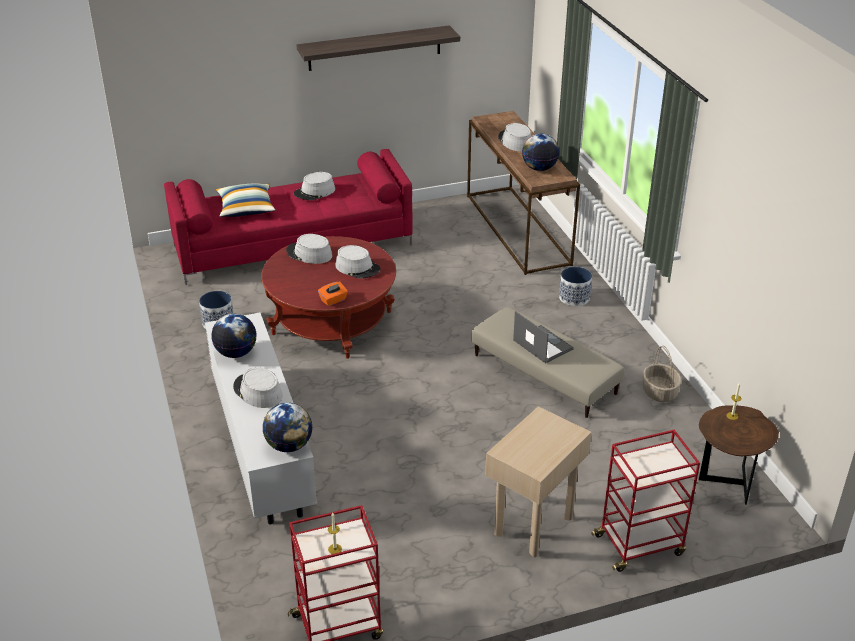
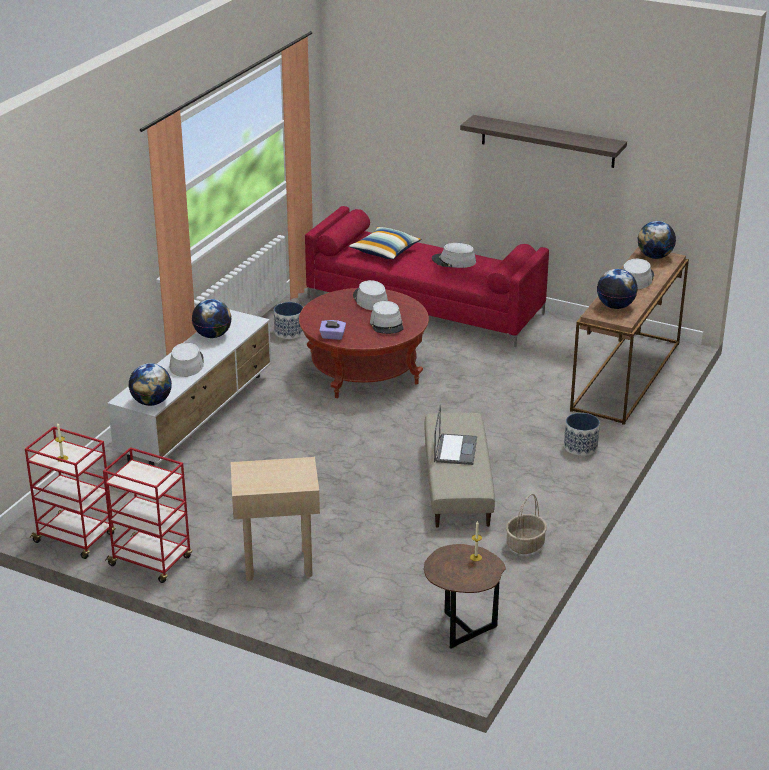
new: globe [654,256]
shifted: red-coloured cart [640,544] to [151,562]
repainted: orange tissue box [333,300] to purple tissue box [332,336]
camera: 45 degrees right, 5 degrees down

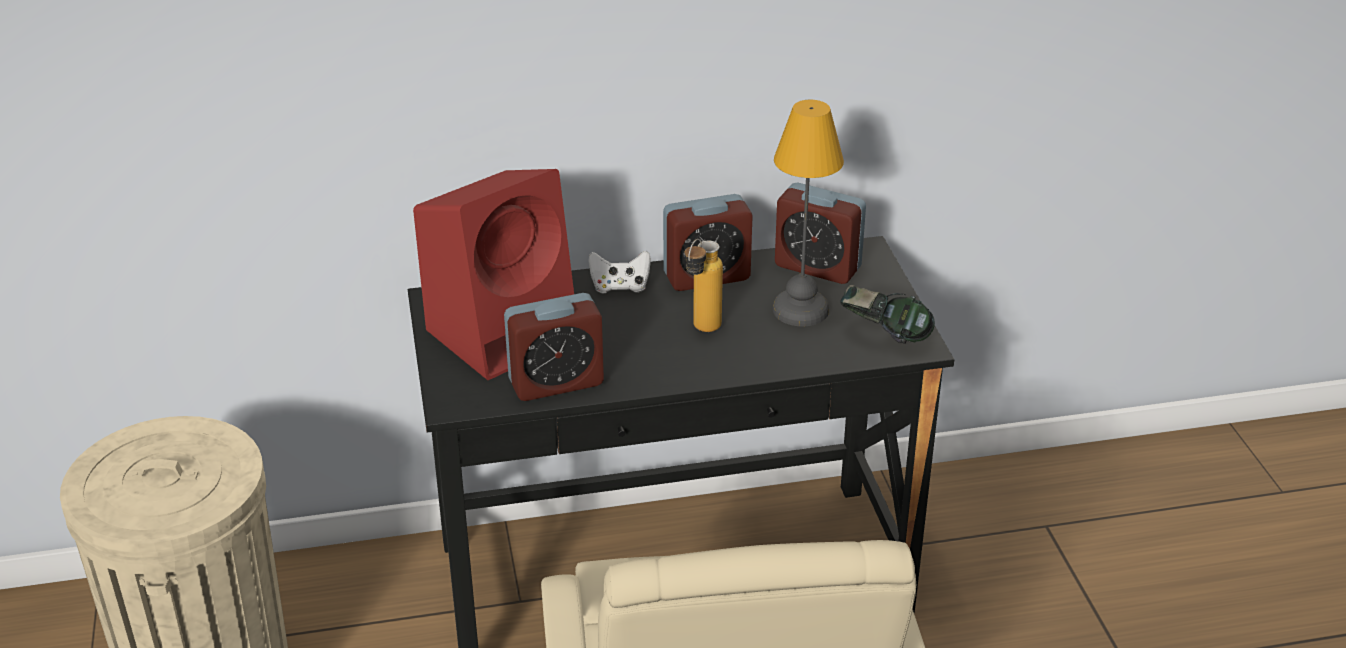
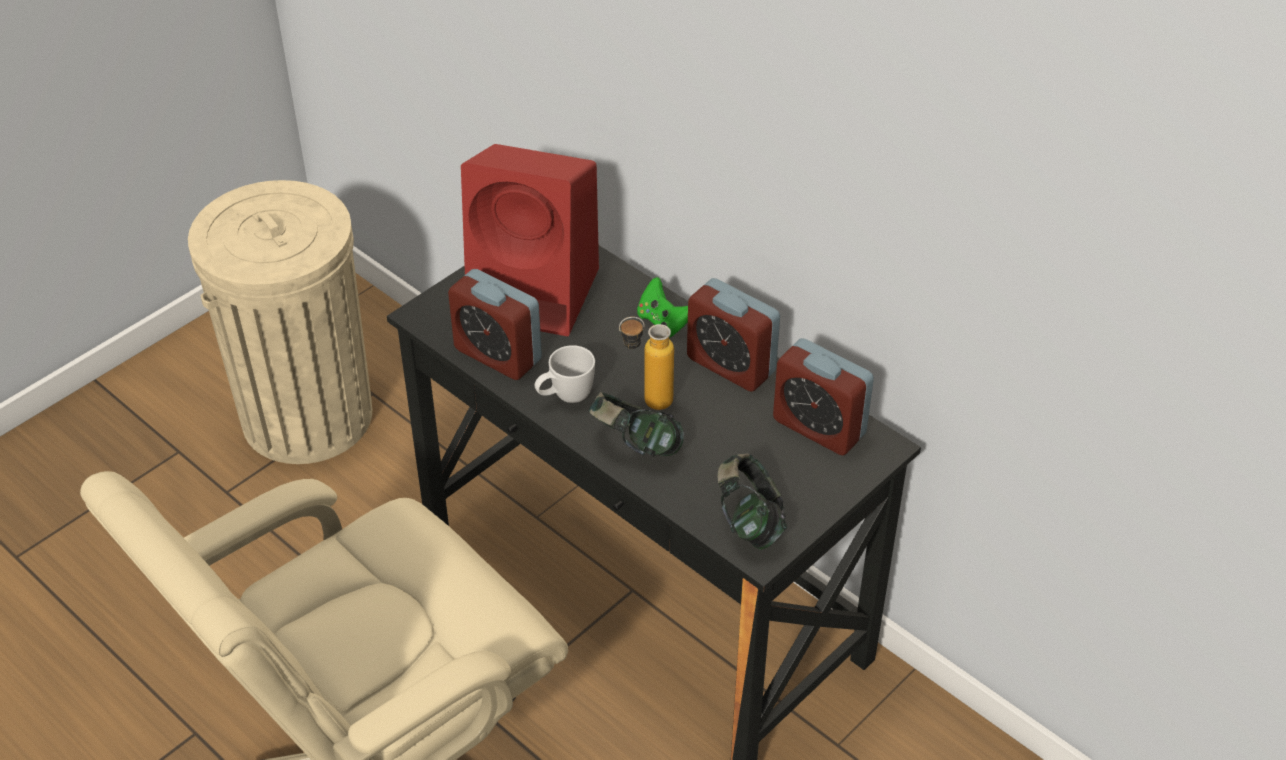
gone: tabletop lamp [802,310]
new: white-coloured coffee mug [565,397]; headset [635,446]
repainted: white-coloured joypad [620,287] to green joypad [663,322]
rotated: bedside clock [817,267] = [819,427] 45 degrees counterclockwise
camera: 55 degrees right, 10 degrees up

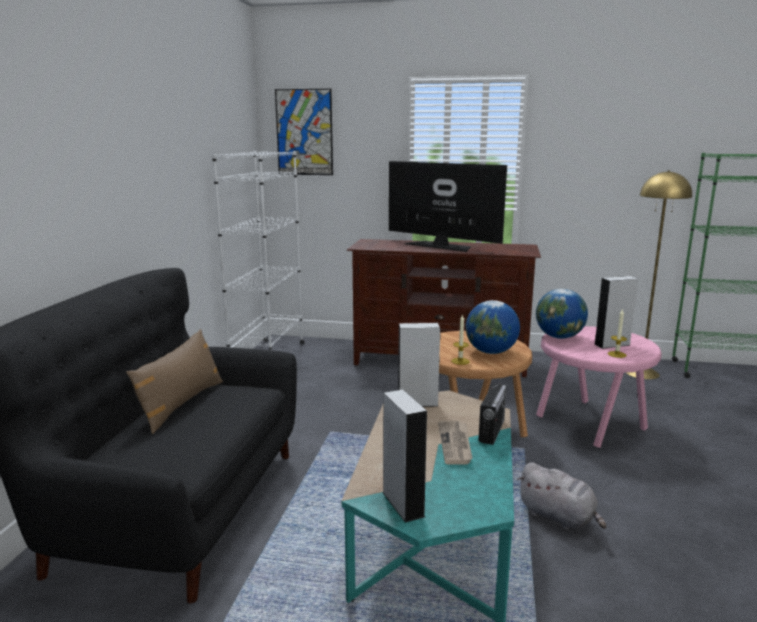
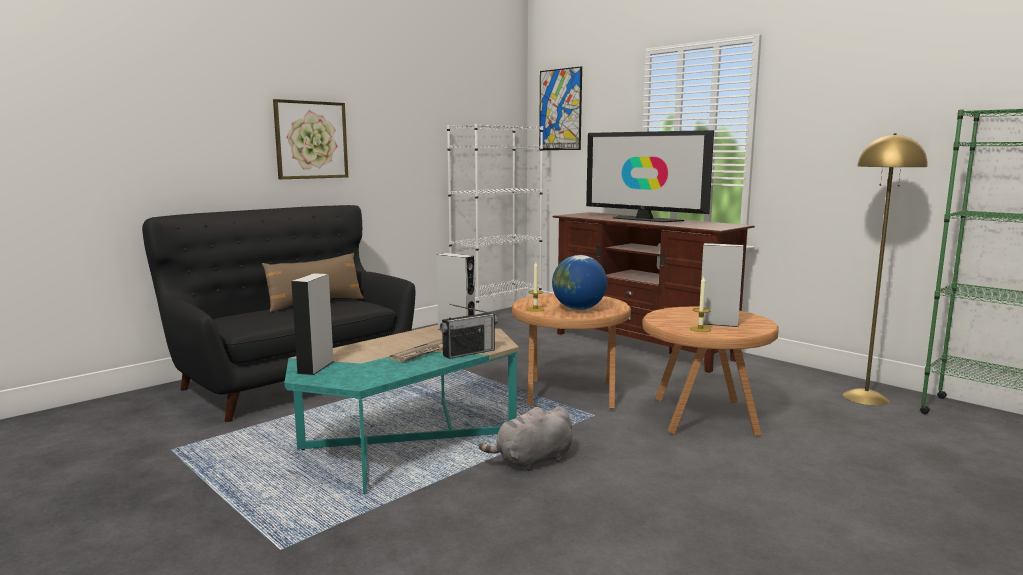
gone: globe [559,337]
new: picture [311,140]
repainted: pink end table [591,424] to brown-coloured end table [703,418]
rotated: grey cuddly toy [559,517] = [531,461] 75 degrees clockwise; television [440,246] = [644,219] 150 degrees clockwise
camera: 35 degrees right, 5 degrees down

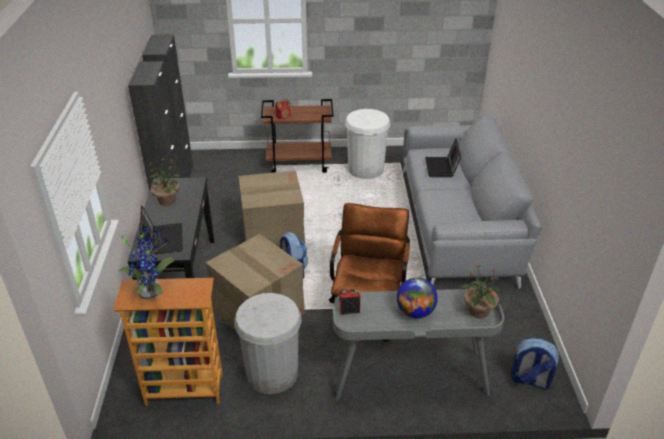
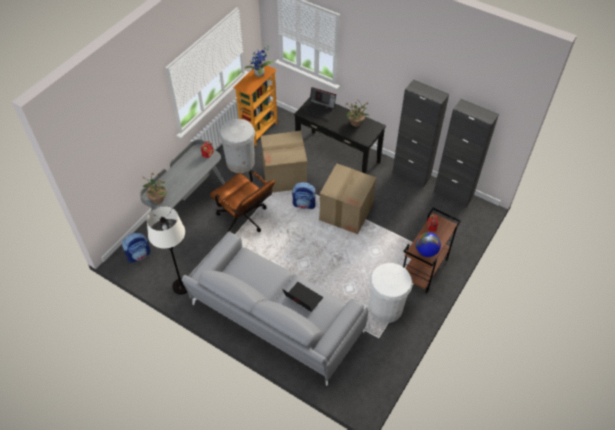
new: white-coloured standing lamp [181,286]
shifted: globe [415,312] to [426,251]
camera: 125 degrees right, 15 degrees up

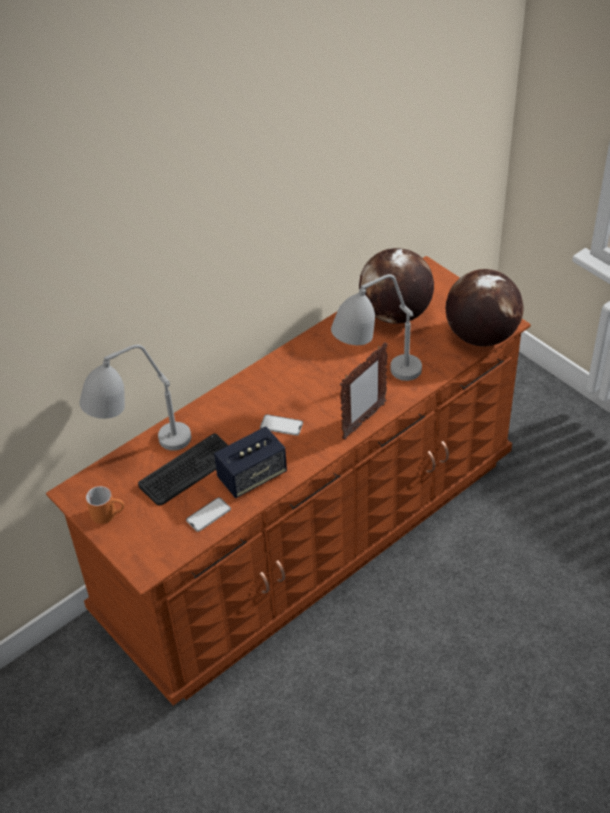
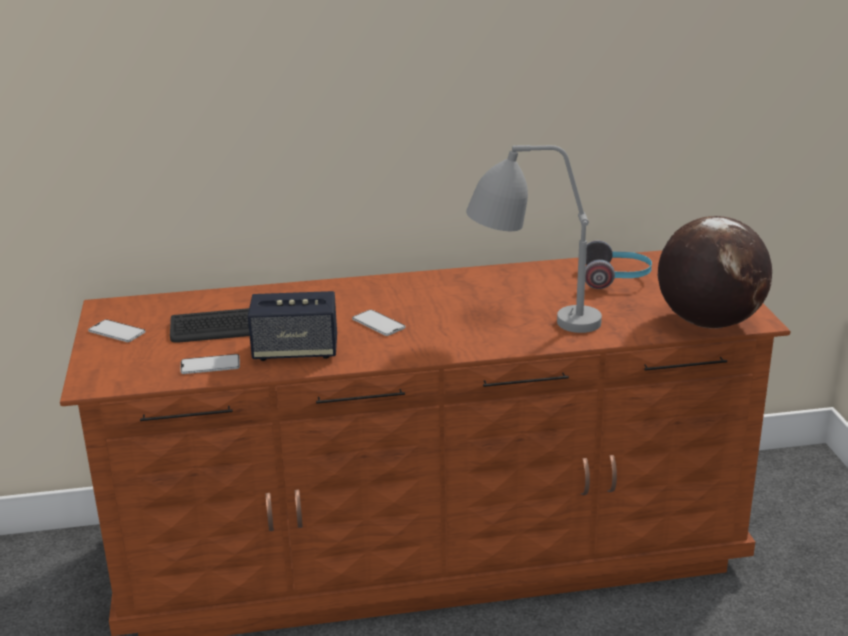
gone: grey tabletop lamp [141,451]; picture frame [363,421]
swapped: orange coffee mug [108,513] to telephone [117,331]; globe [395,314] to headset [616,278]
camera: 30 degrees right, 20 degrees down

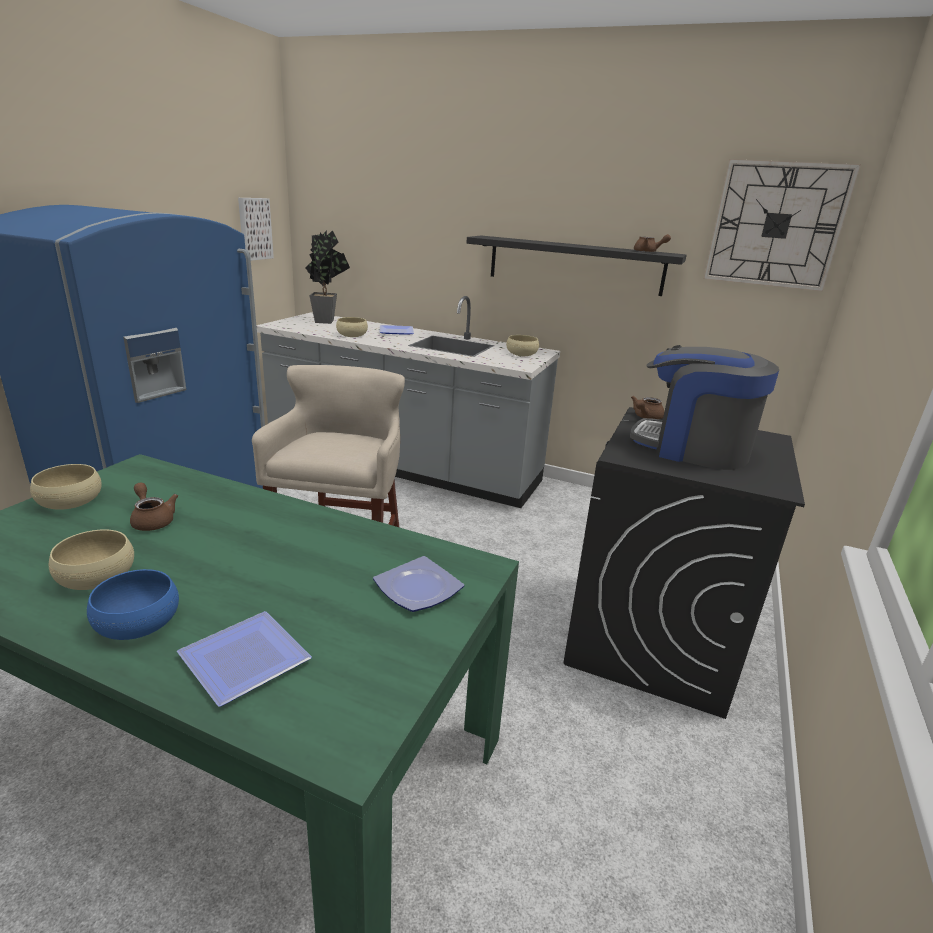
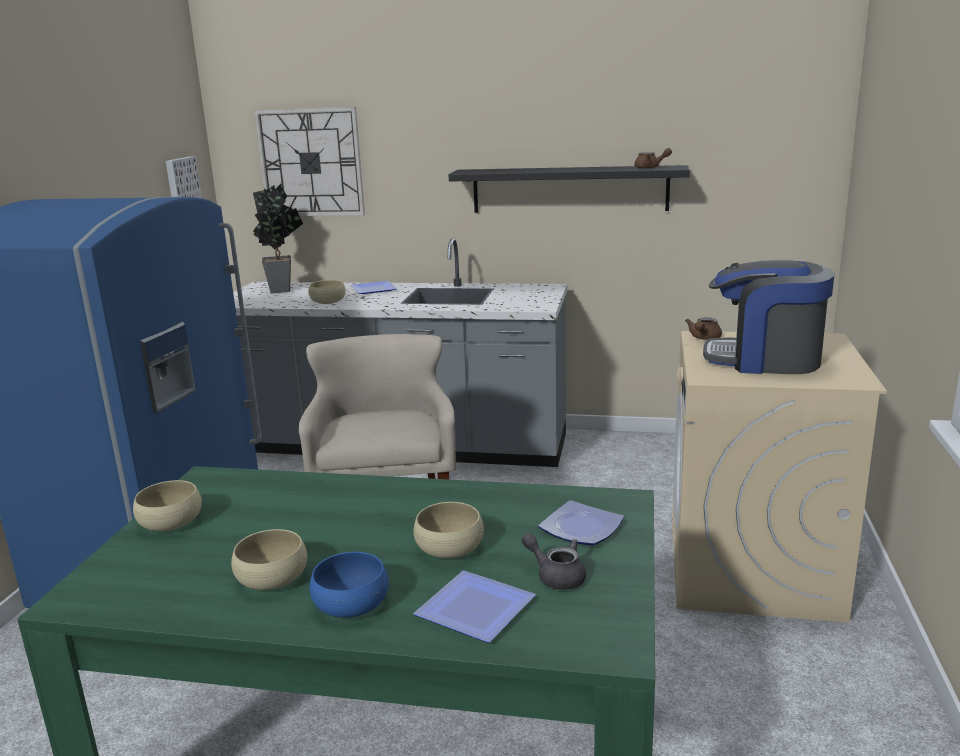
gone: brown-coloured tea pot [152,520]
new: grey tea pot [556,576]
shifted: clock on the wall [776,225] to [311,163]; sand-coloured deep dish [521,354] to [449,547]
repainted: black-coloured washing machine [652,640] to sand-coloured washing machine [752,568]
camera: 10 degrees left, 5 degrees down

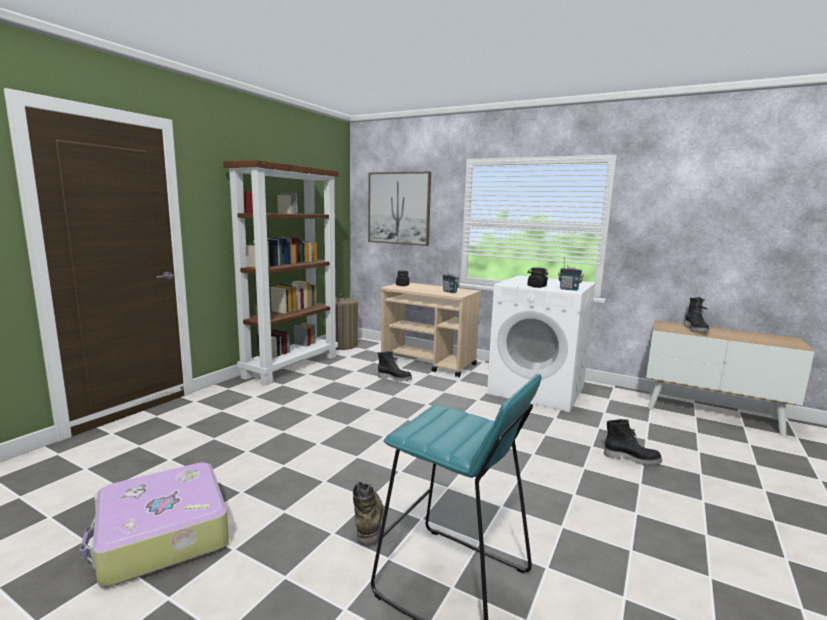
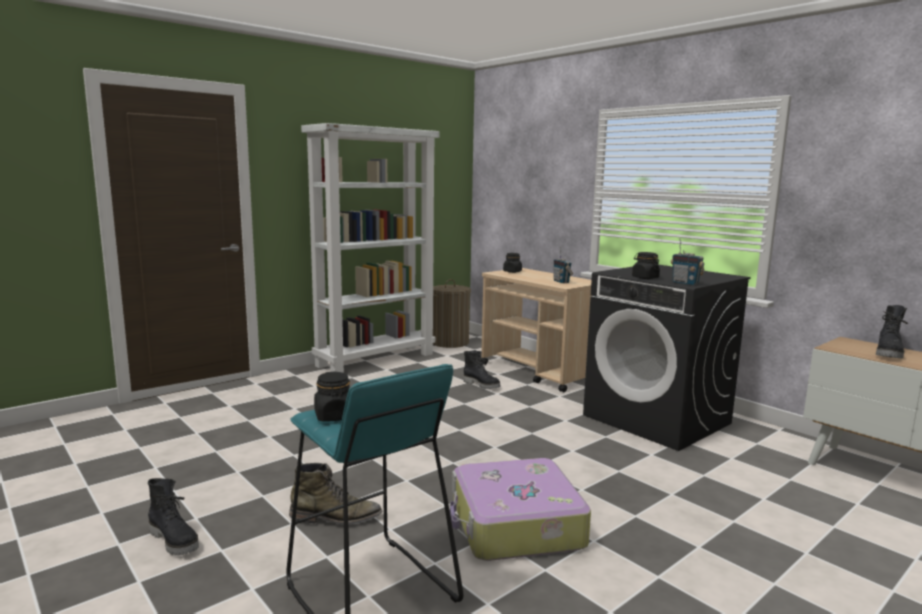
gone: picture [399,208]
new: black-coloured preserve jar [334,416]
shifted: black-coloured tall boot [631,458] to [175,540]; travel case [161,536] to [515,525]
repainted: brown-coloured shelving unit [291,366] to white-coloured shelving unit [376,359]; white-coloured washing machine [537,390] to black-coloured washing machine [657,419]
rotated: green tall boot [367,518] = [336,517] 75 degrees clockwise
camera: 20 degrees right, 0 degrees up

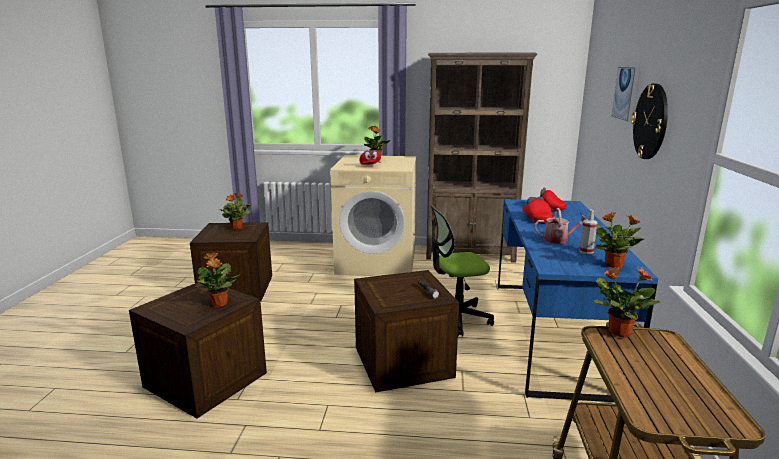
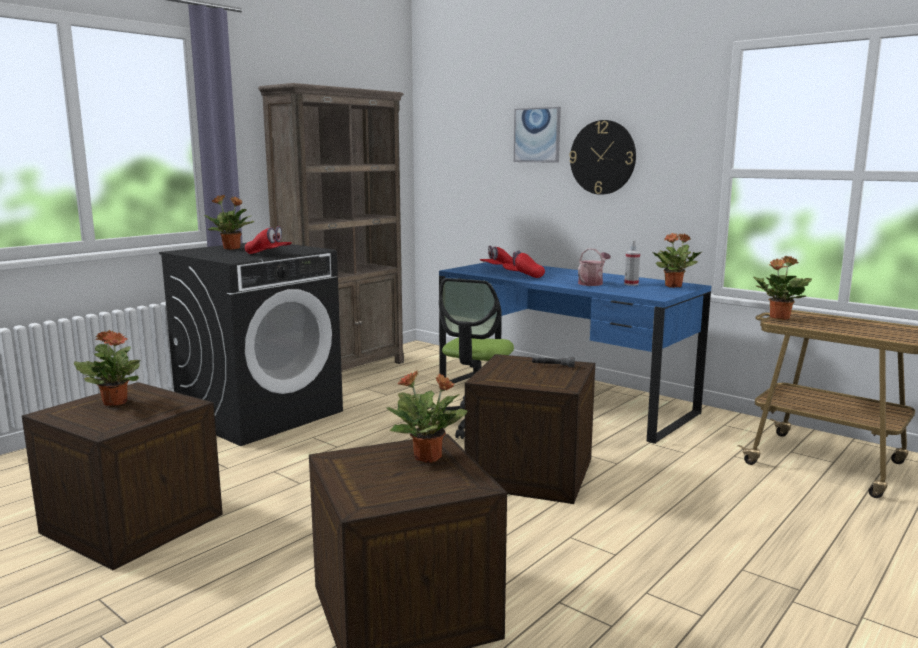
repainted: sand-coloured washing machine [377,262] to black-coloured washing machine [261,414]
camera: 55 degrees left, 5 degrees down

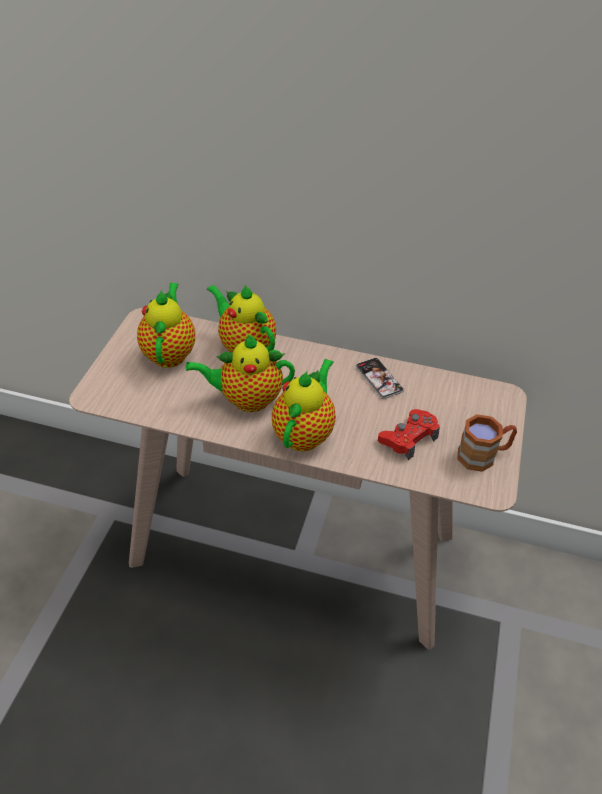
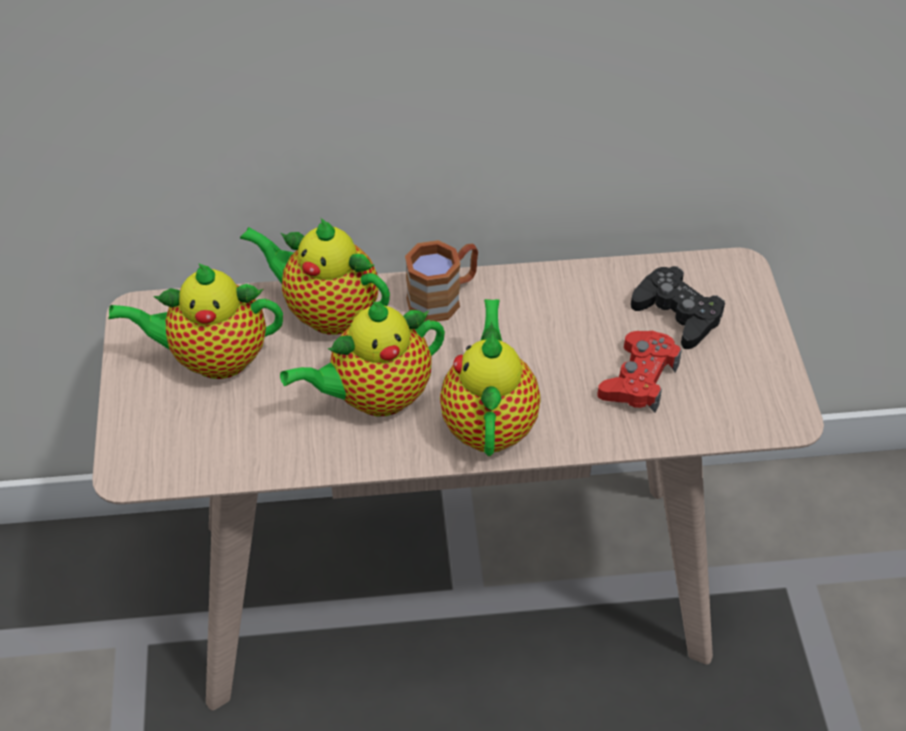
gone: telephone [379,379]
new: black-coloured joypad [677,314]
shifted: brown-coloured coffee mug [483,455] to [443,297]
rotated: tea pot [169,352] = [213,358] 75 degrees counterclockwise
camera: 20 degrees left, 5 degrees up

